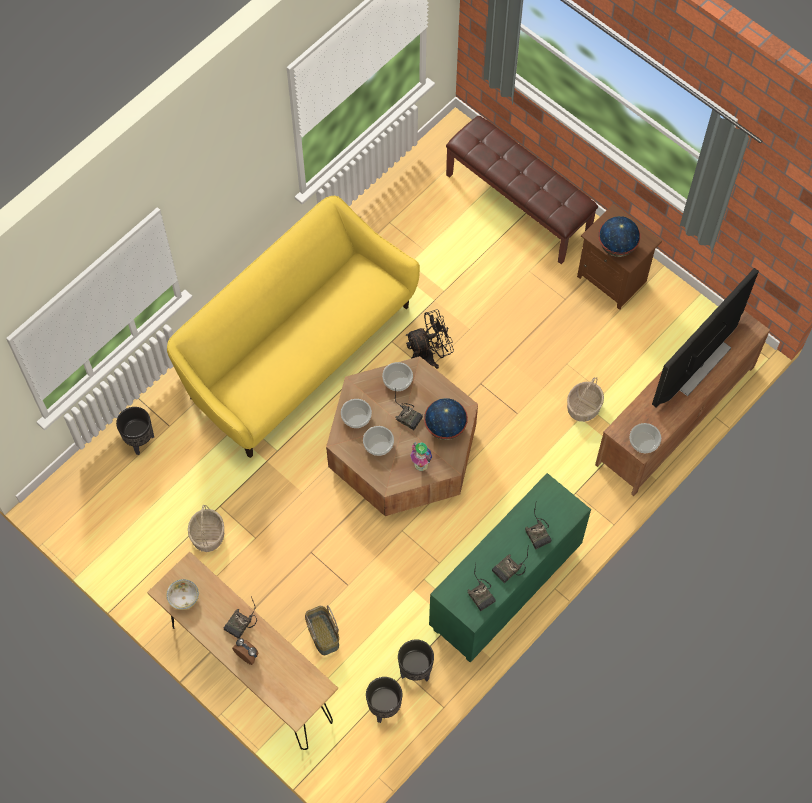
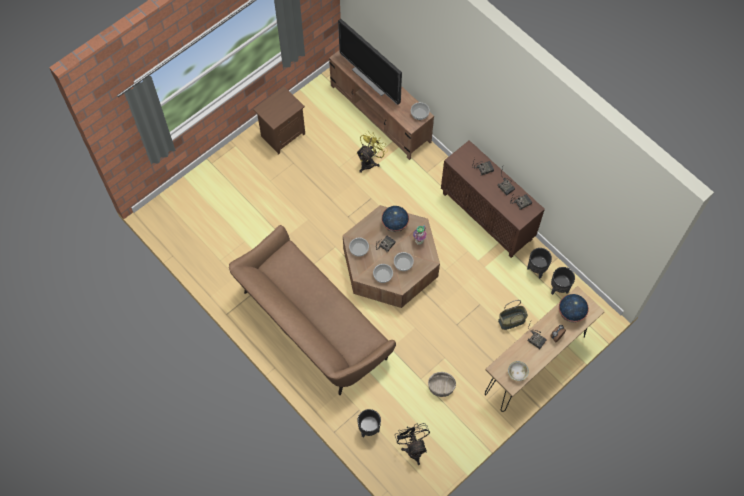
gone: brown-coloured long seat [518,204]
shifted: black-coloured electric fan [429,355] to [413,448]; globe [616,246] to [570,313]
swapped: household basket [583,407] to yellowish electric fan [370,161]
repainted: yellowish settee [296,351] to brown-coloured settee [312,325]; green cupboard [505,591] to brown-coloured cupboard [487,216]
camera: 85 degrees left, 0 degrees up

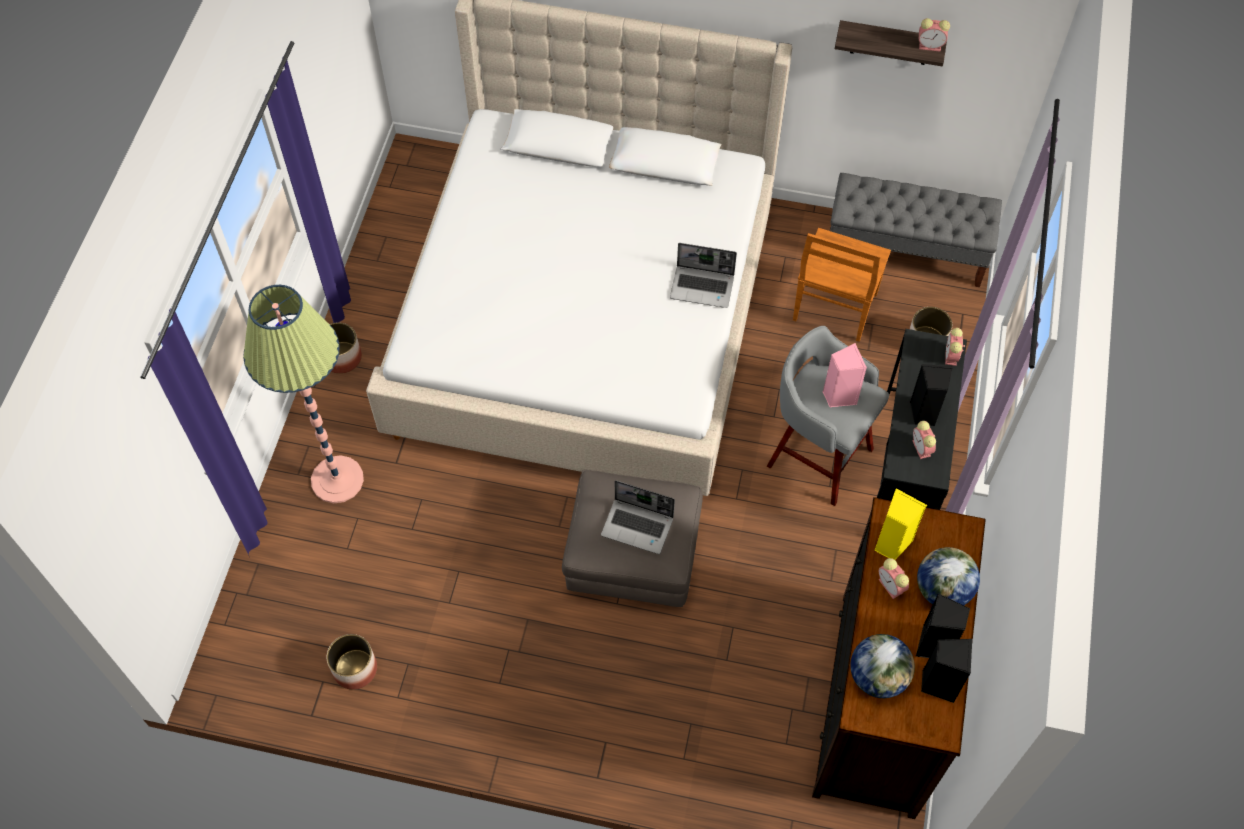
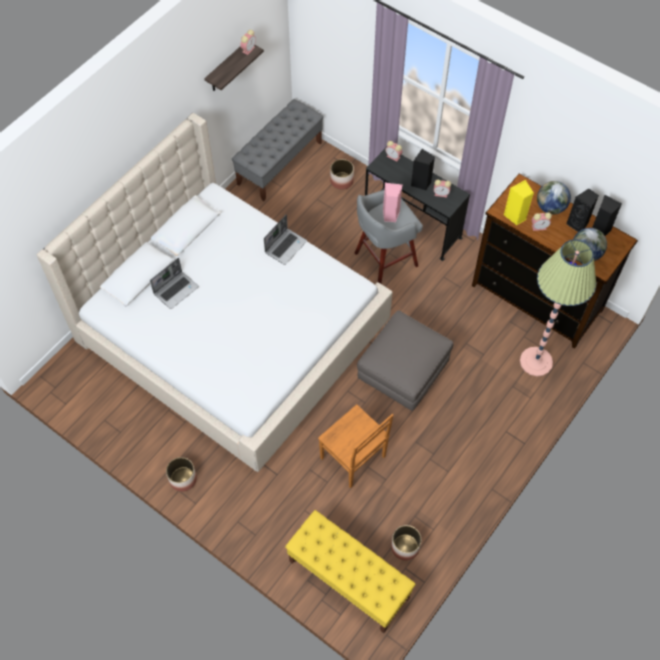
new: yellowish long seat [348,579]
shifted: notebook computer [638,526] to [176,290]; brown-coloured upright chair [834,309] to [354,459]; standing lamp [337,480] to [536,361]
camera: 65 degrees left, 0 degrees up

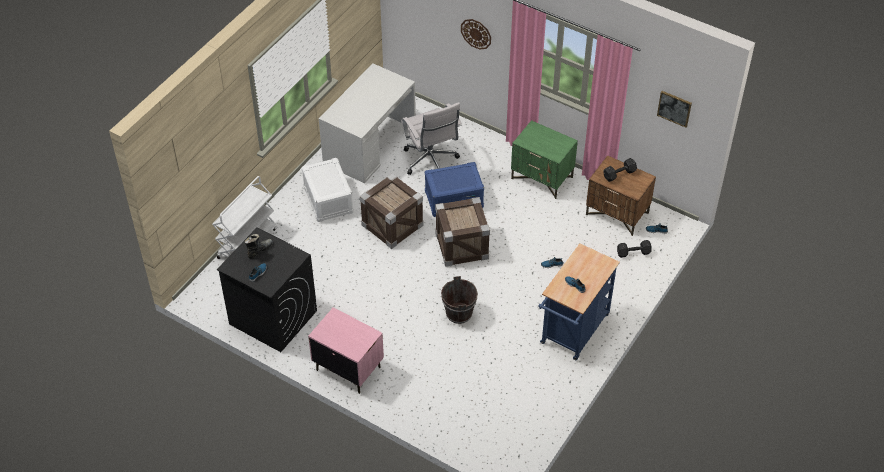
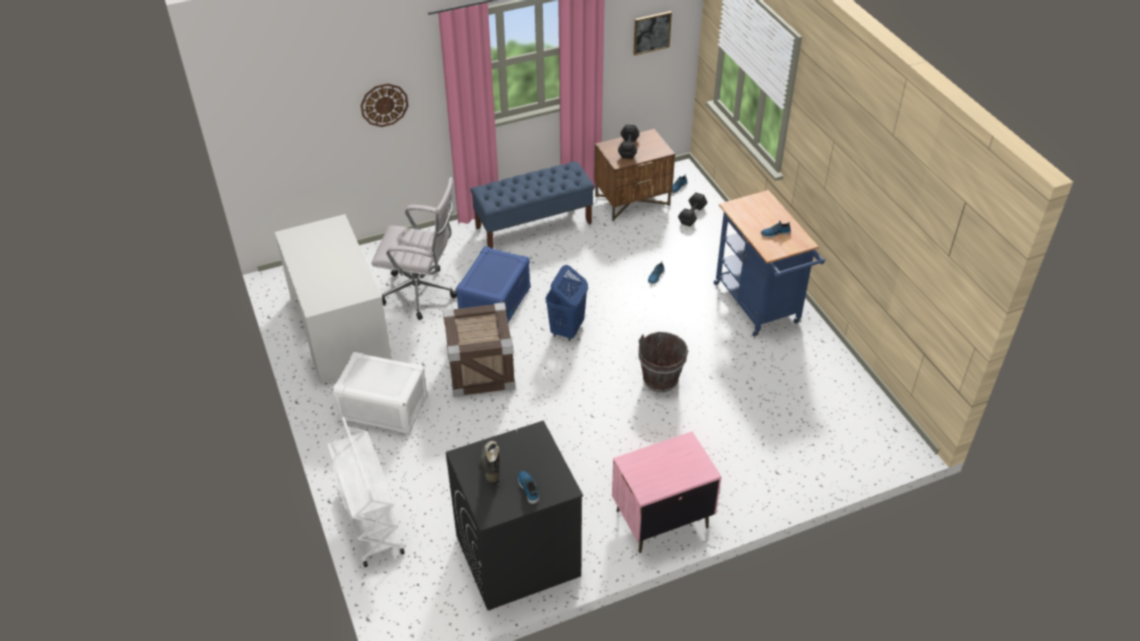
swapped: green night table [542,178] to blue-coloured long seat [534,225]; packing crate [462,246] to blue-coloured washing basket [567,329]
camera: 55 degrees left, 5 degrees down

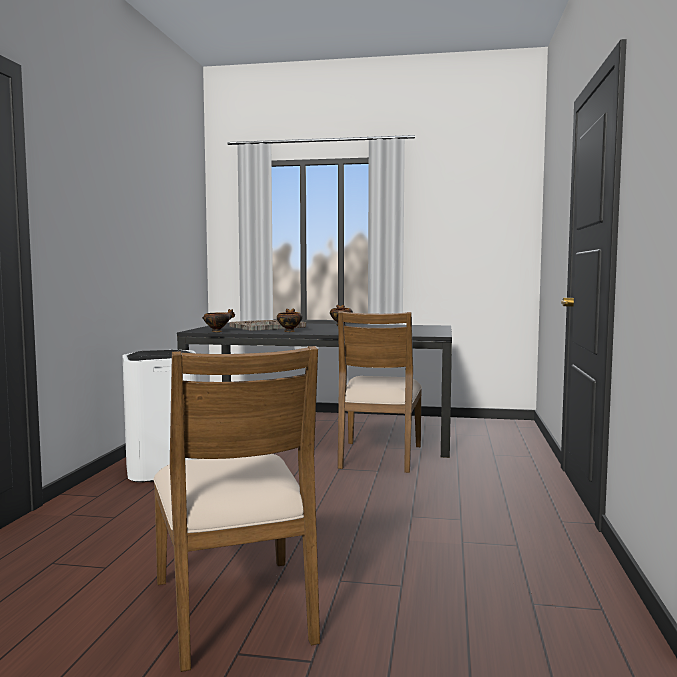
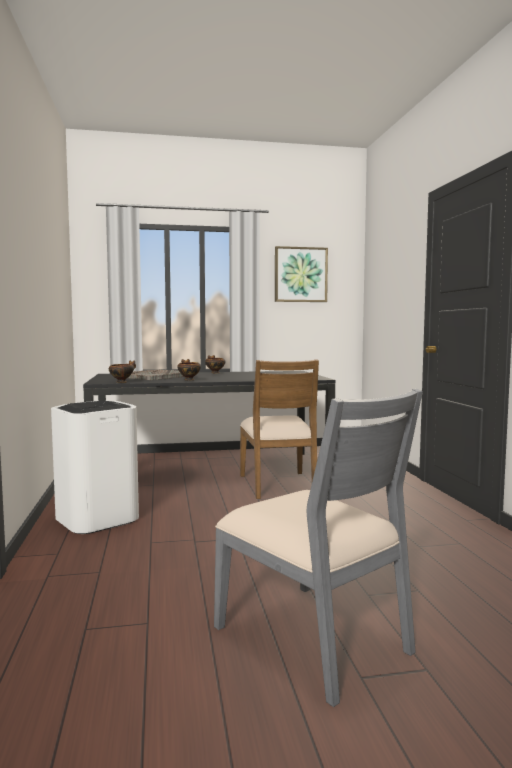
new: picture [300,274]
repainted: brown-coloured upright chair [235,609] to grey upright chair [314,638]
camera: 20 degrees left, 0 degrees up

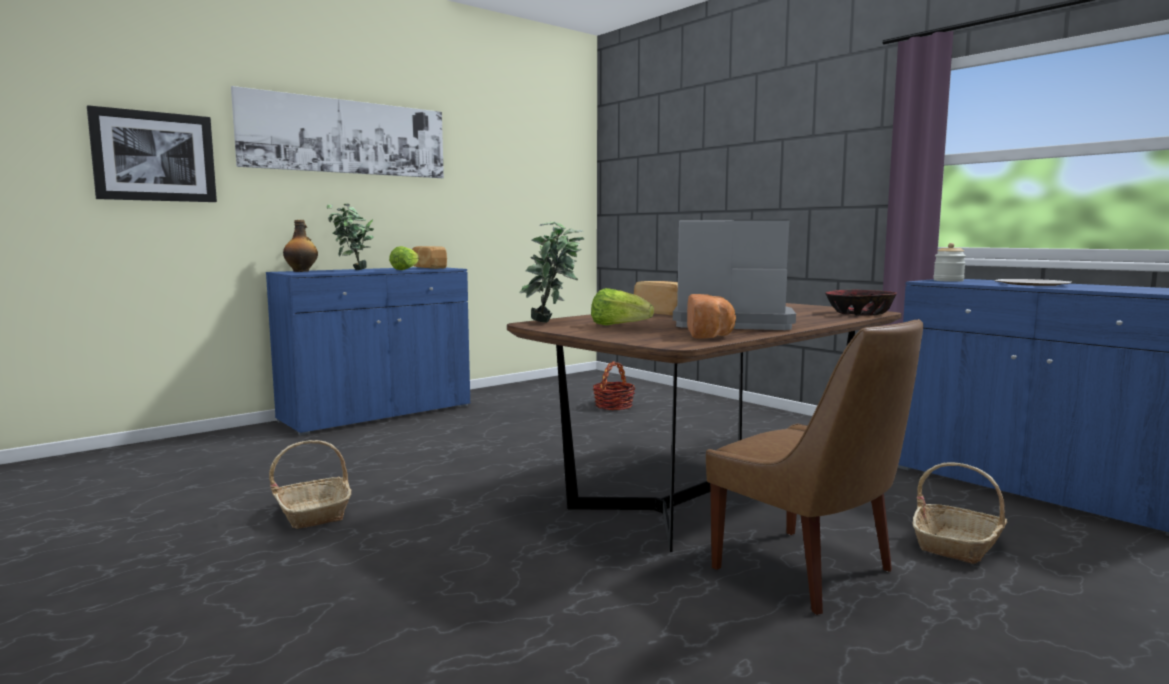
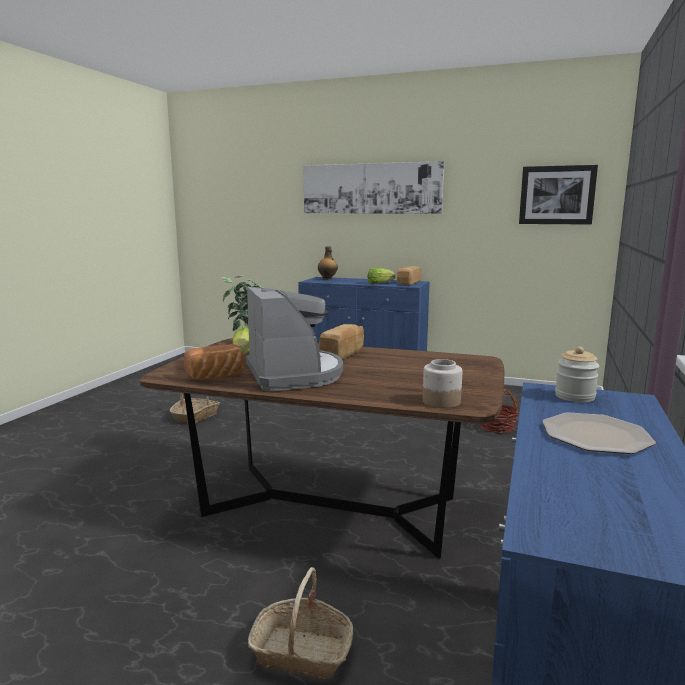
gone: potted plant [352,270]; brown-coloured upright chair [808,572]
shifted: picture [154,156] to [557,195]
swapped: deep dish [859,313] to preserve jar [440,402]
camera: 60 degrees right, 5 degrees up

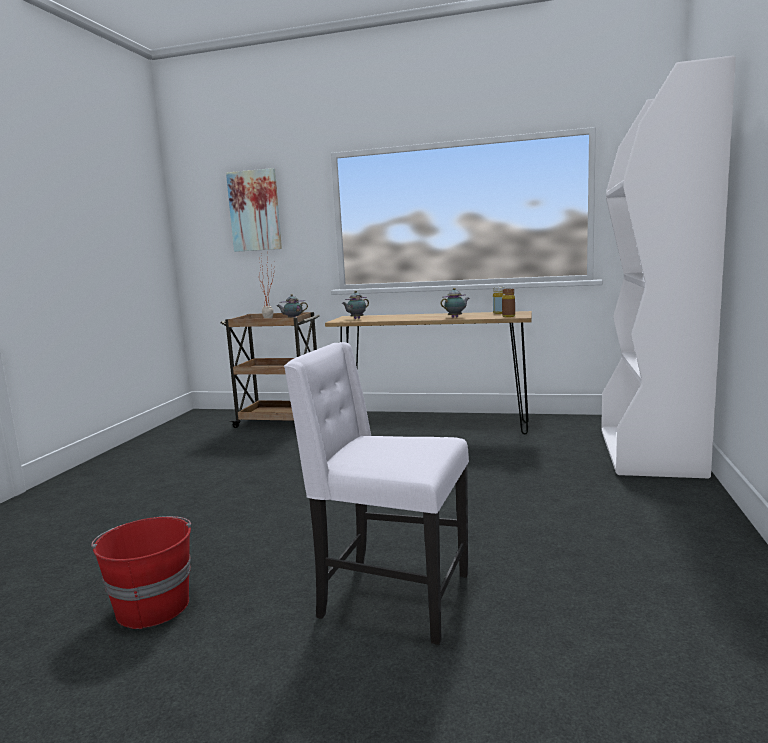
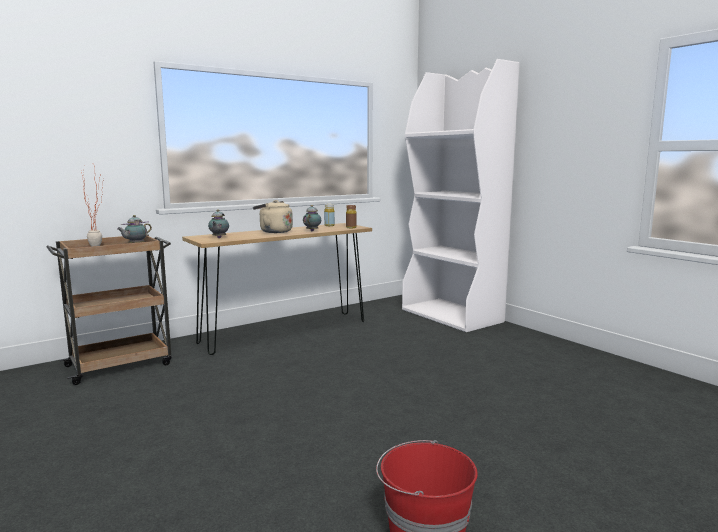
gone: picture [255,211]; white-coloured upright chair [391,597]
new: sand-coloured tea kettle [274,231]
camera: 50 degrees left, 0 degrees up

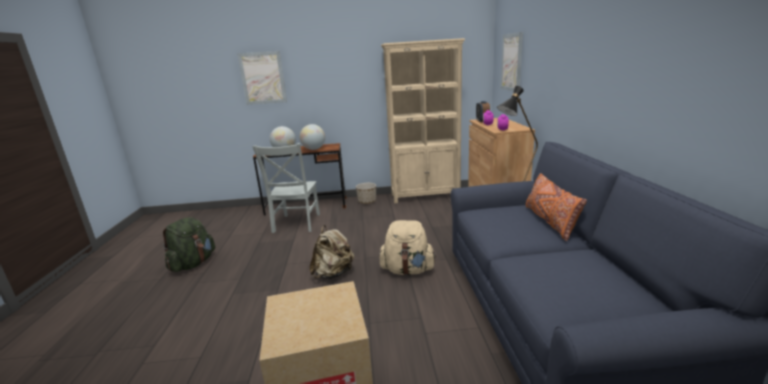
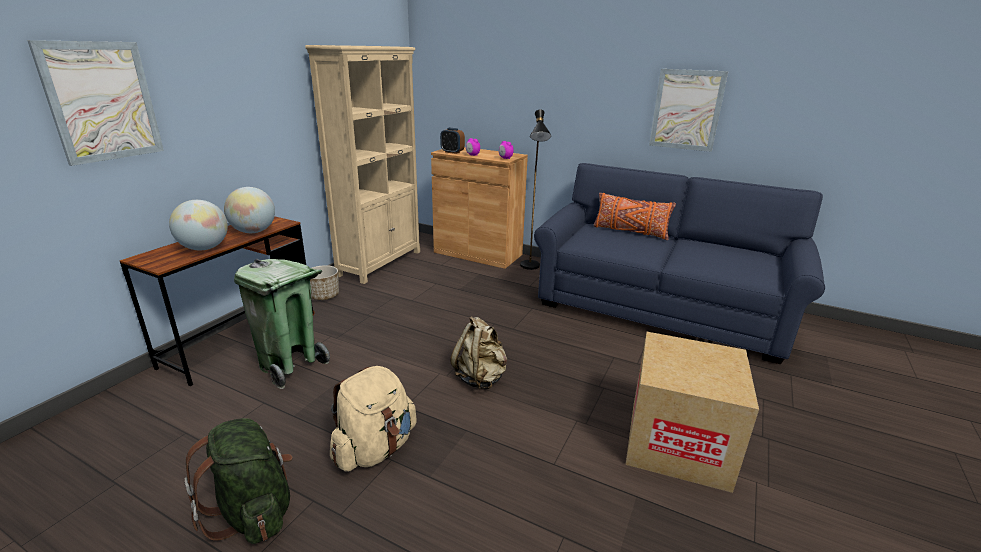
shifted: sand-coloured knapsack [407,270] to [375,449]; picture [511,62] to [686,110]
swapped: grey upright chair [296,224] to green waste bin [290,365]
camera: 60 degrees left, 5 degrees up

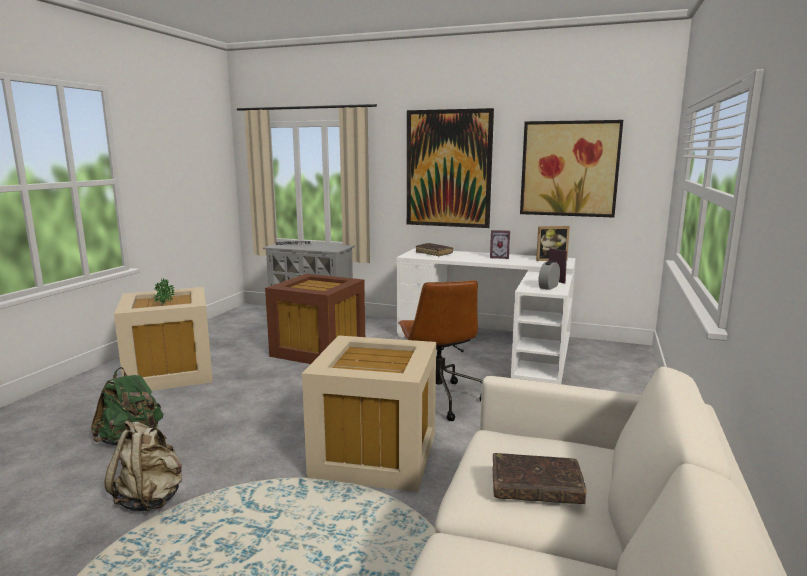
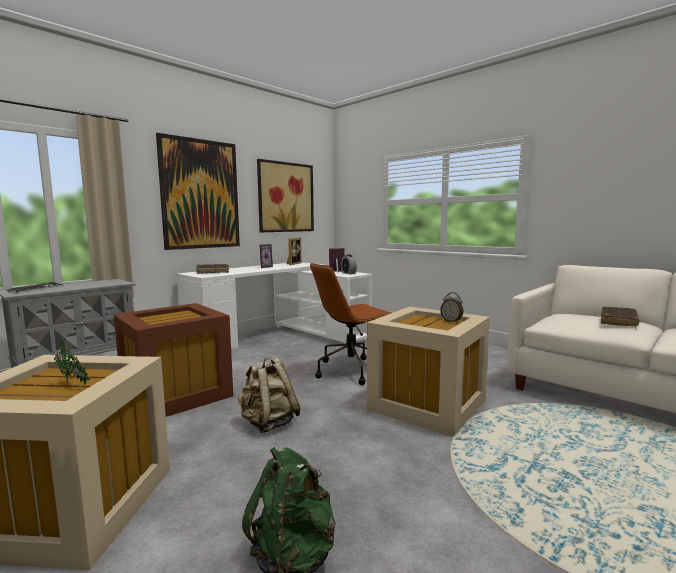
new: bedside clock [451,321]
shifted: sand-coloured knapsack [150,499] to [268,423]
rotated: brown-coloured computer chair [438,399] = [352,370] 135 degrees clockwise
camera: 65 degrees left, 5 degrees down

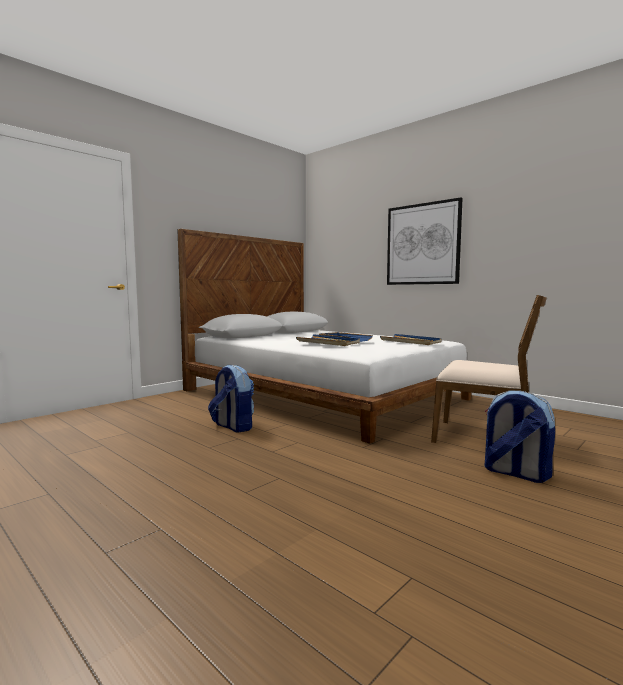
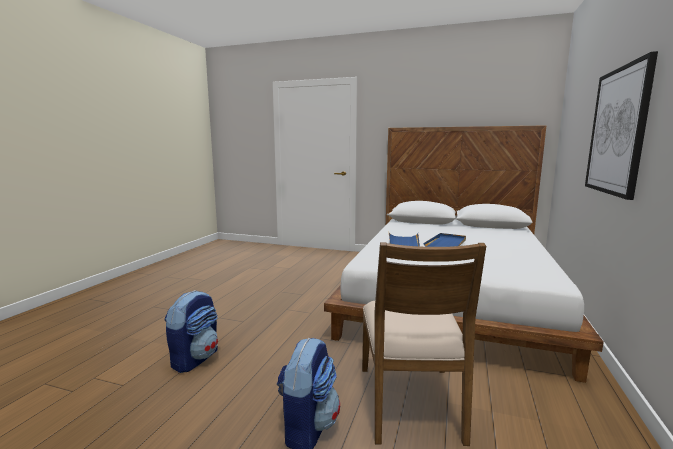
gone: blue-coloured carrying tray [410,342]
shifted: knapsack [233,426] to [195,358]
camera: 65 degrees right, 5 degrees up

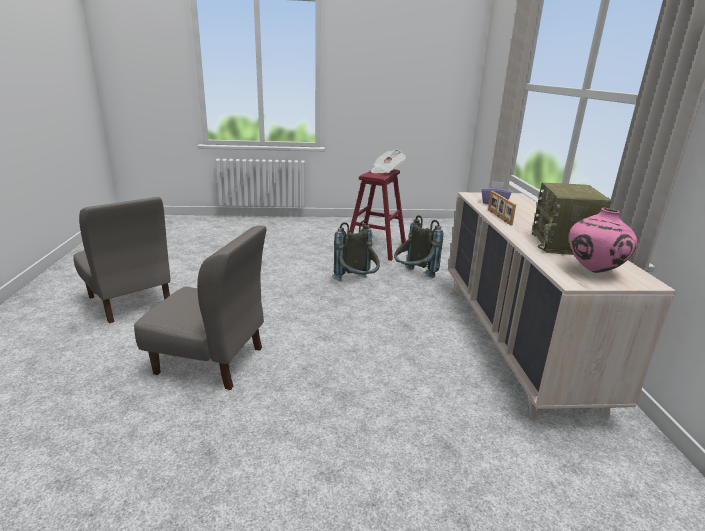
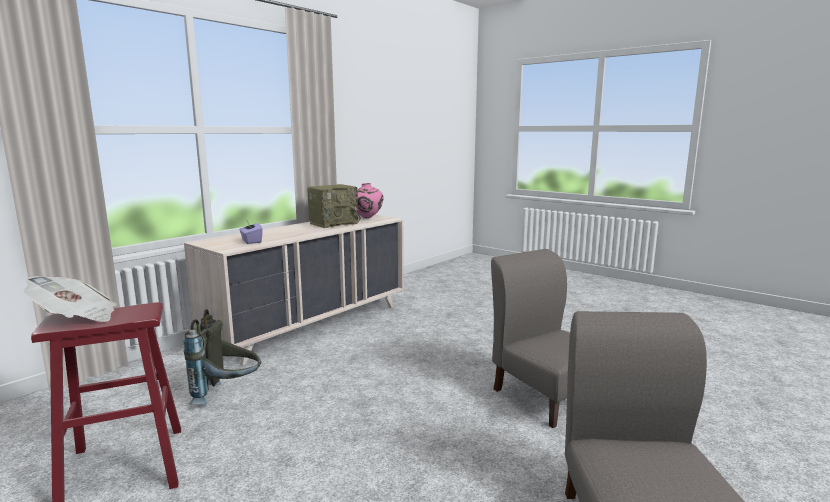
gone: grey knapsack [357,284]; picture frame [498,217]
camera: 135 degrees left, 10 degrees down

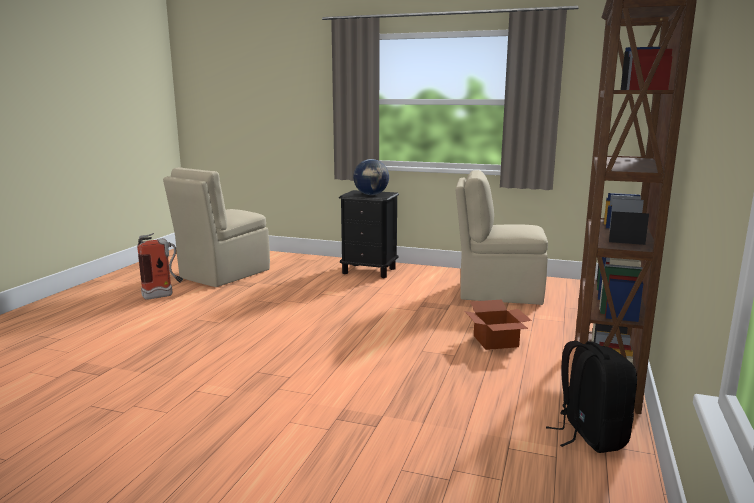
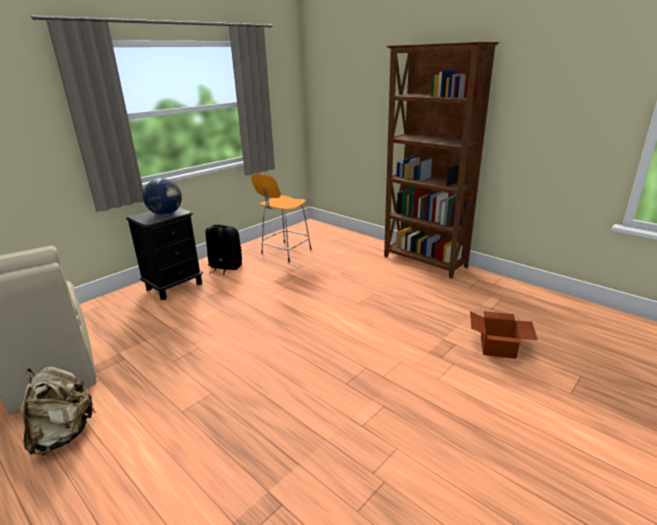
shifted: black-coloured knapsack [589,435] to [225,267]; cardboard box [495,342] to [499,347]
swapped: fire-fighting cylinder [163,295] to sand-coloured knapsack [64,434]; sand-coloured upright chair [497,292] to orange stool [285,252]
camera: 65 degrees left, 10 degrees up

